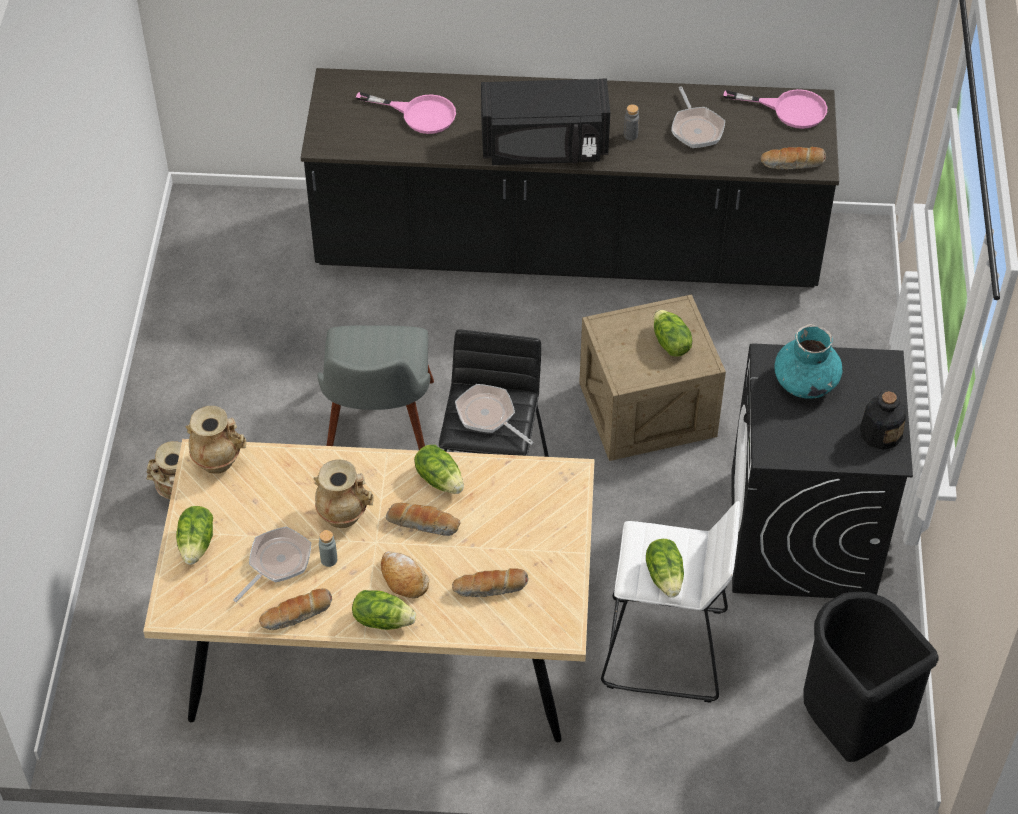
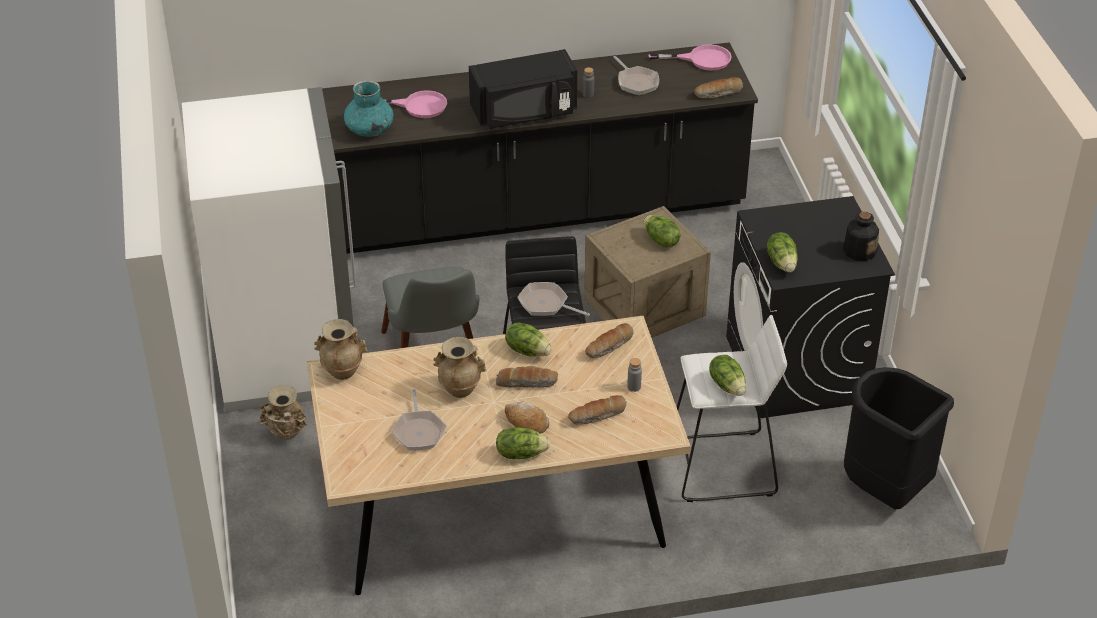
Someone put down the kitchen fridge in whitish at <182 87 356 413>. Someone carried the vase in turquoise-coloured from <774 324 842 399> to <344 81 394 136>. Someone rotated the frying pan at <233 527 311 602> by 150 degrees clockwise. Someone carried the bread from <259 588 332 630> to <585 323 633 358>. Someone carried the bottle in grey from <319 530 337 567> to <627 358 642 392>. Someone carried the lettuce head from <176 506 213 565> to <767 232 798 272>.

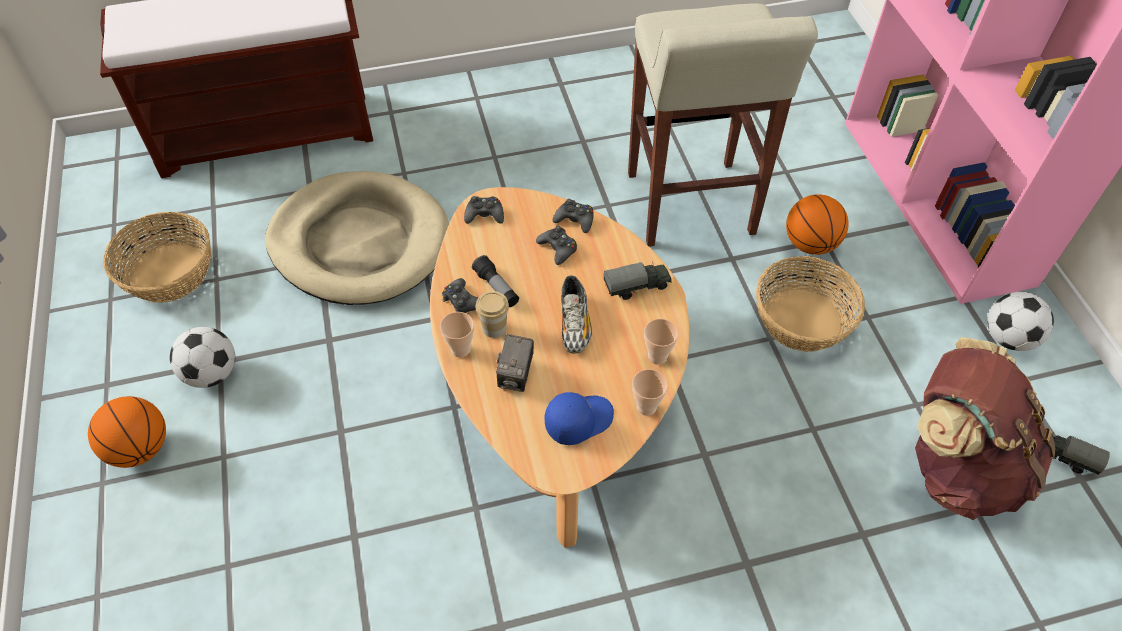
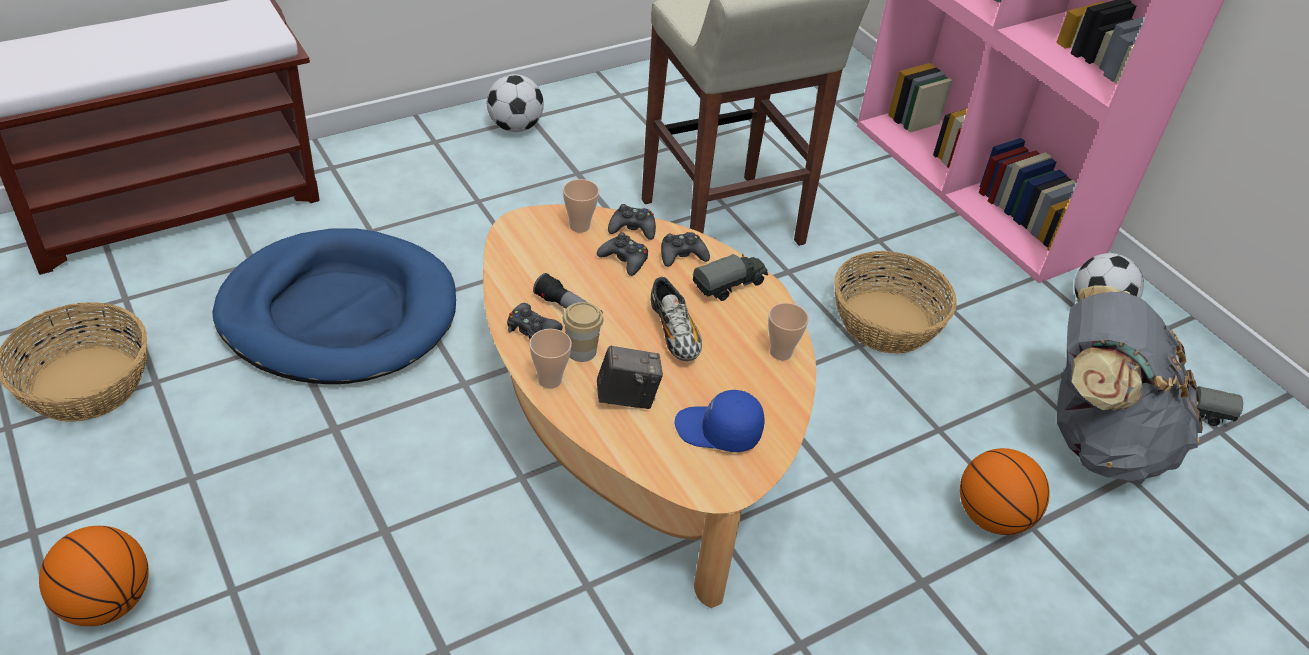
Someone repainted the dog cushion in sand-coloured at <265 171 449 305>, which became the dog cushion in bluish at <212 228 456 384>. Someone carried the football ball from <170 327 235 388> to <487 74 544 132>. Someone carried the small cup from <632 369 668 416> to <563 179 599 233>. Someone rotated the still camera at <496 334 534 392> by 90 degrees counterclockwise. Someone carried the game controller in black-coloured from <464 196 504 224> to <661 232 710 267>. Someone rotated the peaked cap in bluish at <544 392 614 445> by 120 degrees counterclockwise. Someone carried the basketball from <786 194 849 255> to <960 448 1050 535>. Someone repainted the rucksack in brown at <915 337 1055 520>, which became the rucksack in grey at <1057 286 1203 484>.

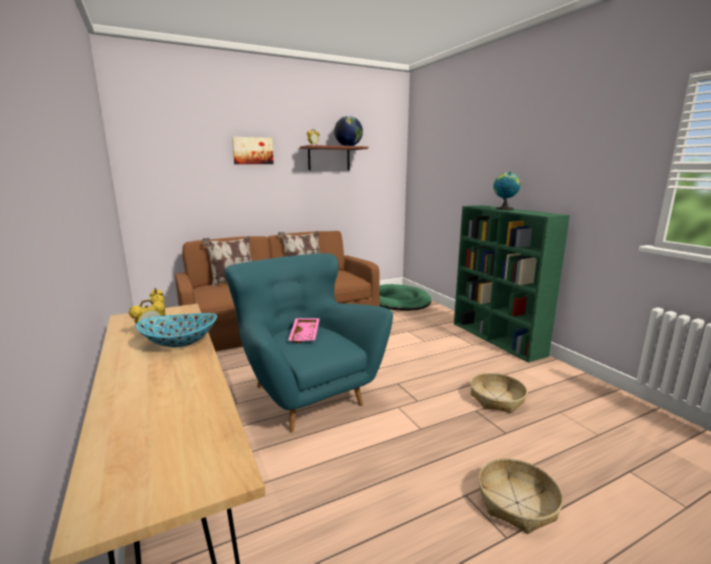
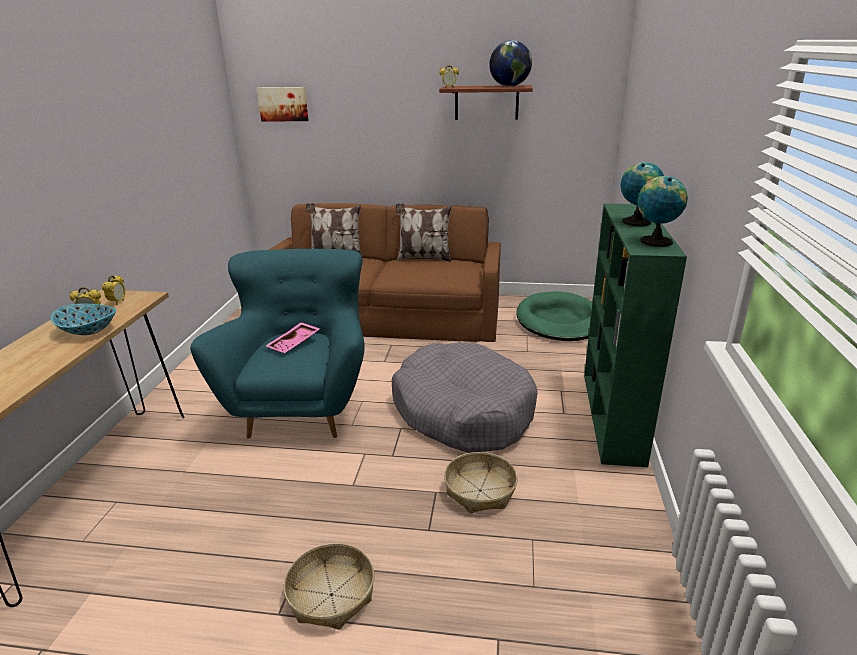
Someone carried the wall picture from <232 137 274 164> to <257 87 309 121>. Someone put down the dog cushion in grey at <392 342 538 453>. Someone put down the world globe at <637 176 688 247>.

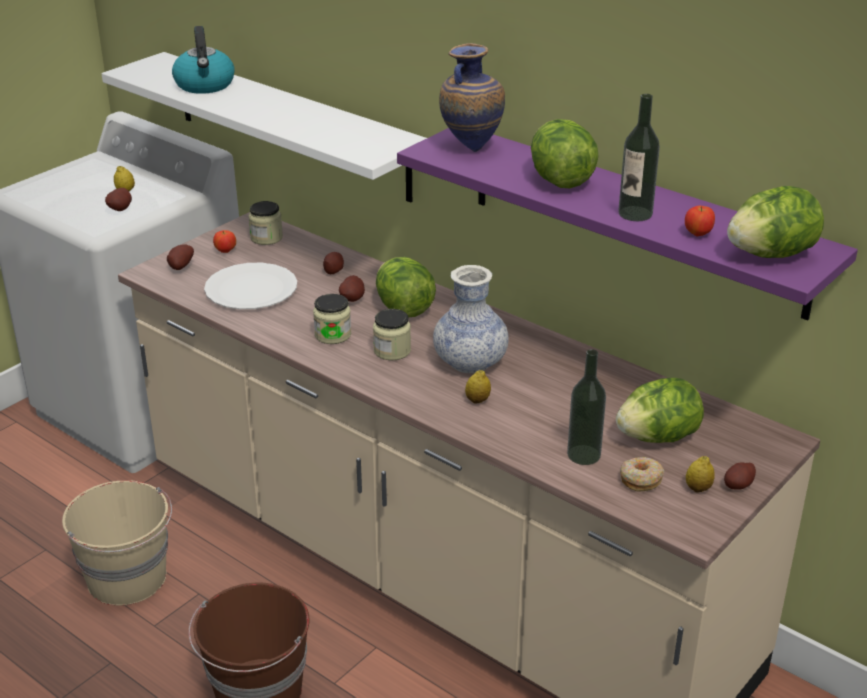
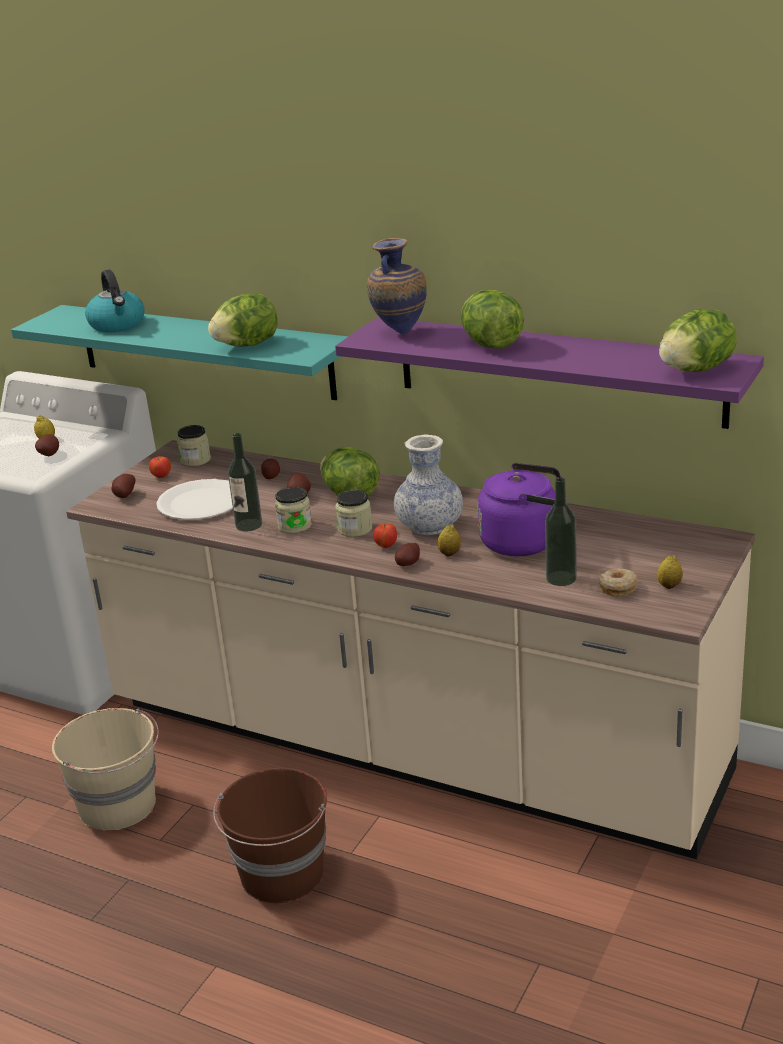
Someone repainted the shelf in whitish at <101 52 427 203>, which became the shelf in turquoise-coloured at <11 305 348 400>. Someone carried the lettuce head from <616 378 704 443> to <208 294 278 347>. Someone carried the bottle from <618 94 660 221> to <228 433 262 531>. Someone carried the whole apple from <685 206 715 236> to <373 523 397 548>. Someone carried the spud from <724 463 756 489> to <395 543 420 566>. Someone put down the kettle in purplish at <477 463 567 556>.

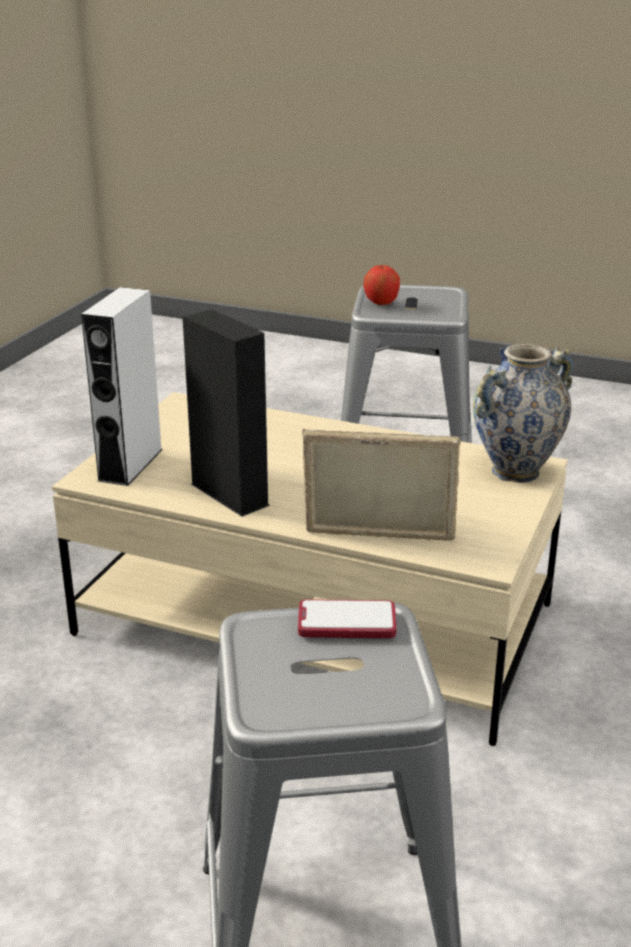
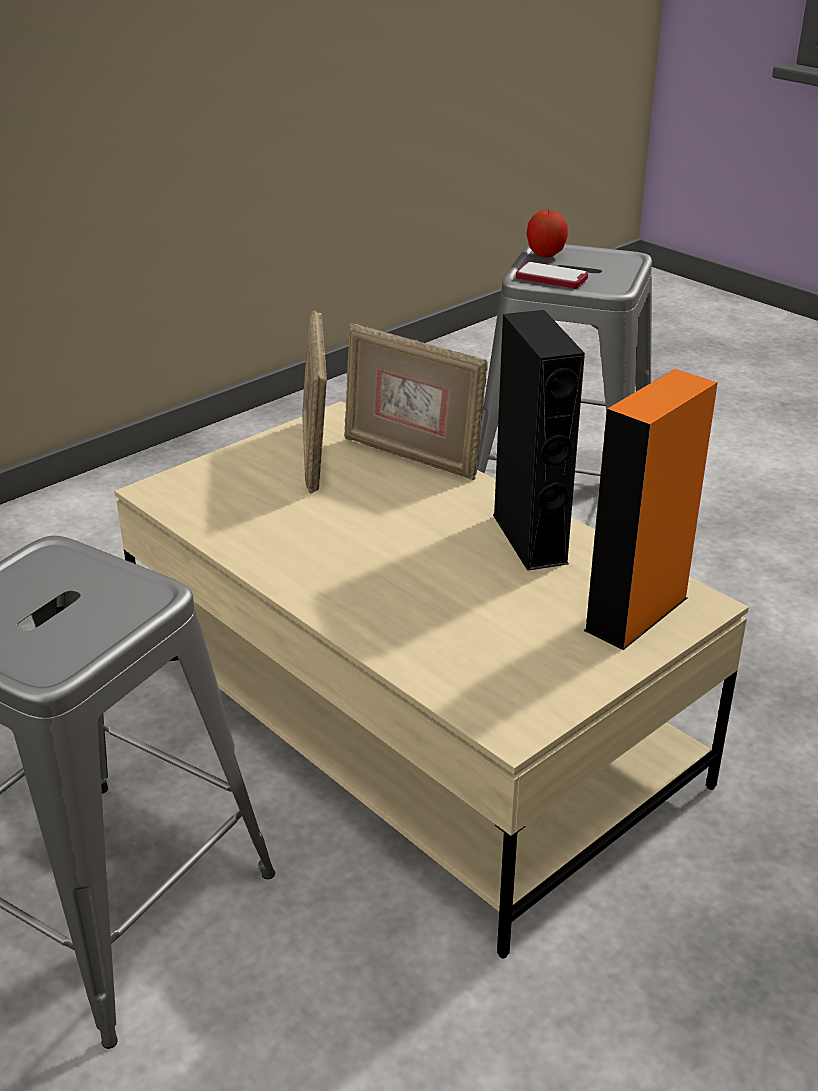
Someone put down the standing frame at <302 310 327 493>. Someone carried the whole apple from <363 264 400 305> to <526 209 568 258>. Someone repainted the speaker in grey at <81 287 163 486>, which became the speaker in orange at <583 369 718 650>. Someone took away the vase at <473 344 573 483>.

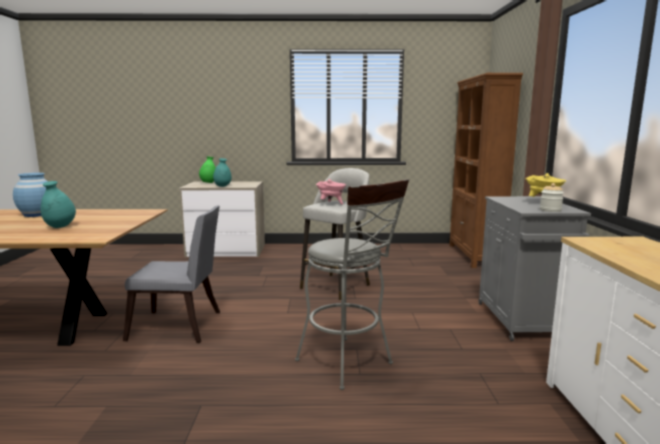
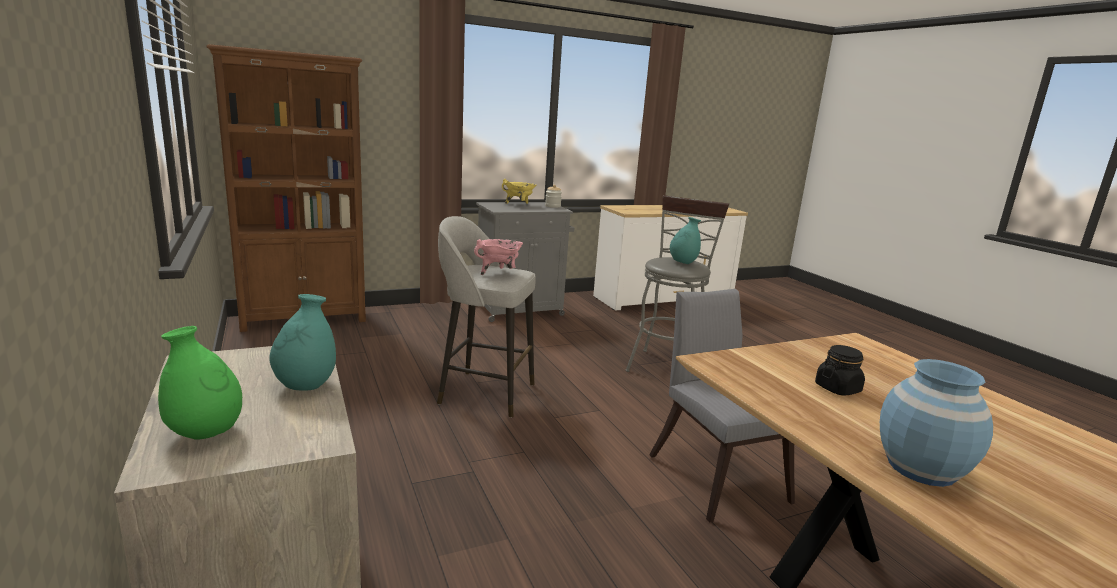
Someone carried the vase in turquoise-coloured from <41 181 76 228> to <670 217 701 264>. Someone put down the preserve jar in black-coloured at <815 345 865 396>.

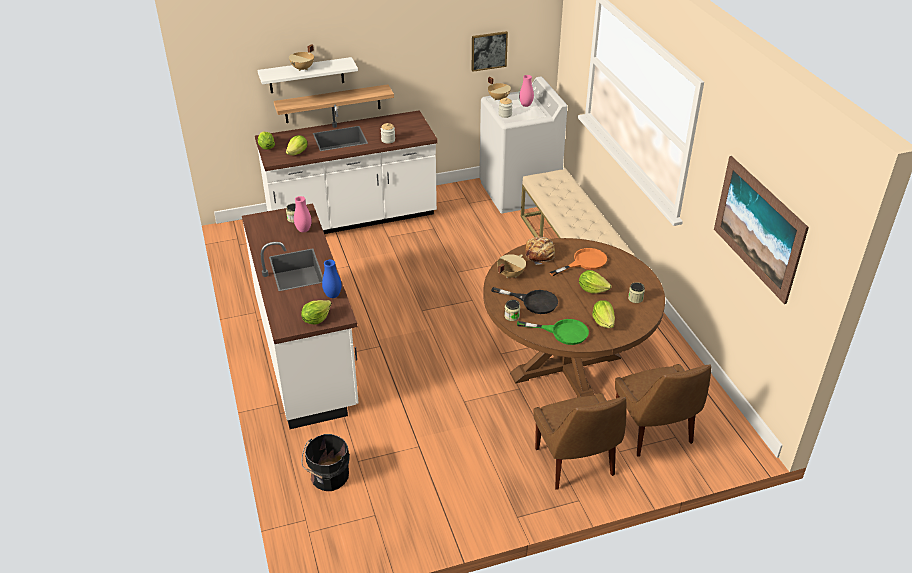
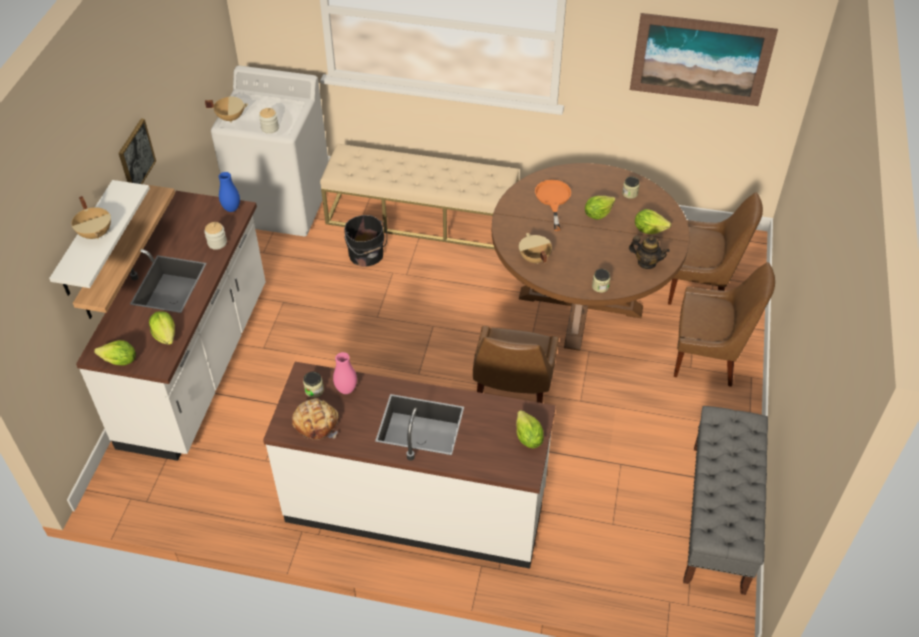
Someone carried the wall picture from <472 31 508 72> to <119 119 156 184>. Someone carried the vase in bluish from <322 260 342 298> to <219 172 240 212>. Someone carried the bread from <525 237 555 265> to <292 398 339 440>. Someone carried the pail in black-coloured from <302 434 350 491> to <344 215 387 267>. Someone put down the upright chair in brown at <473 326 559 403>. Someone swapped the frying pan in green-coloured at <517 319 589 345> for the teapot at <629 236 670 269>. Someone put down the bench in grey at <683 406 768 595>. Someone took away the frying pan in black-coloured at <491 287 558 314>. Someone took away the vase in pink at <519 75 534 107>.

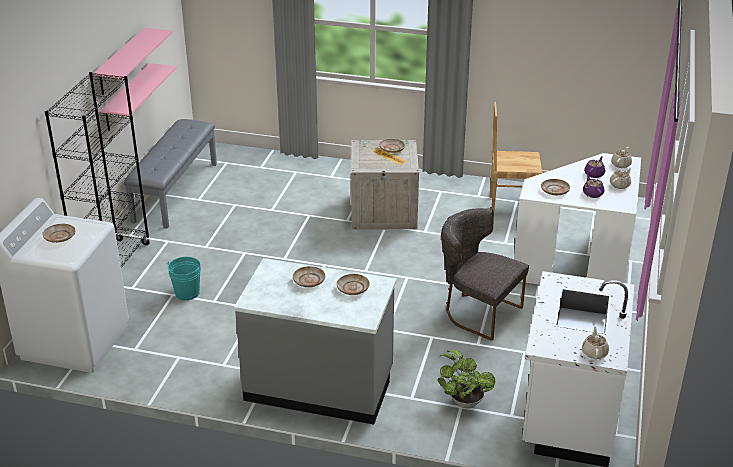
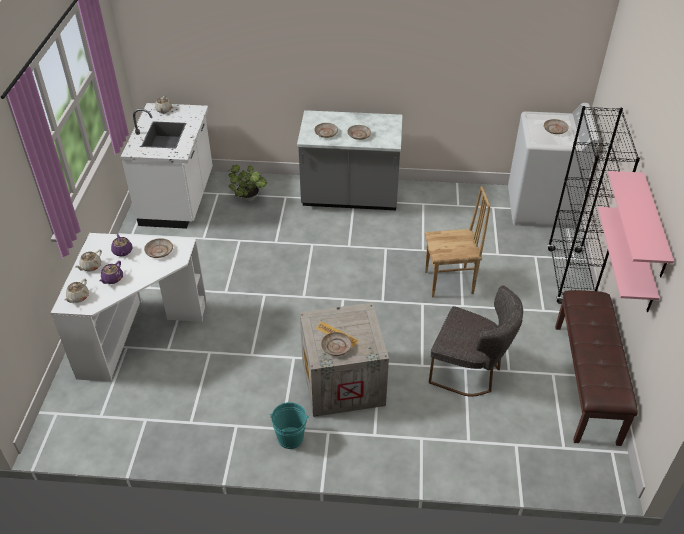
Someone carried the pail in turquoise-coloured from <166 257 201 300> to <269 402 309 449>. Someone carried the upright chair in brown from <490 102 542 212> to <425 186 491 298>. Someone carried the upright chair in grey from <441 208 529 341> to <429 285 523 397>. Someone repainted the bench in grey at <124 119 217 229>, which became the bench in brown at <555 290 638 446>.

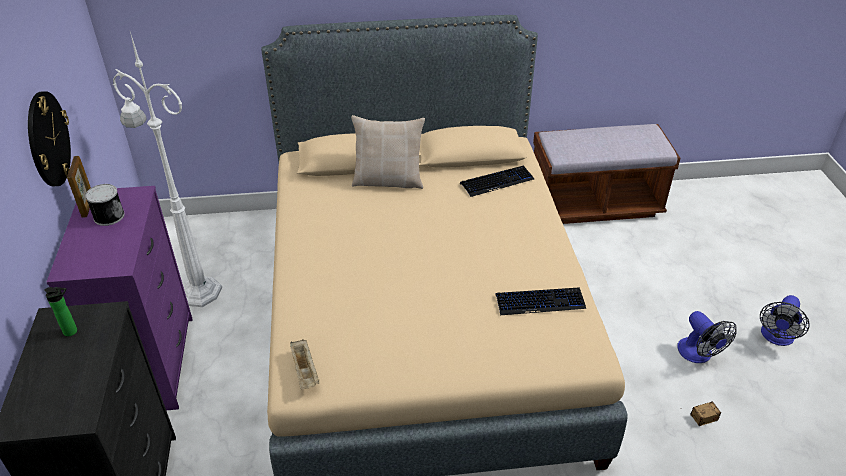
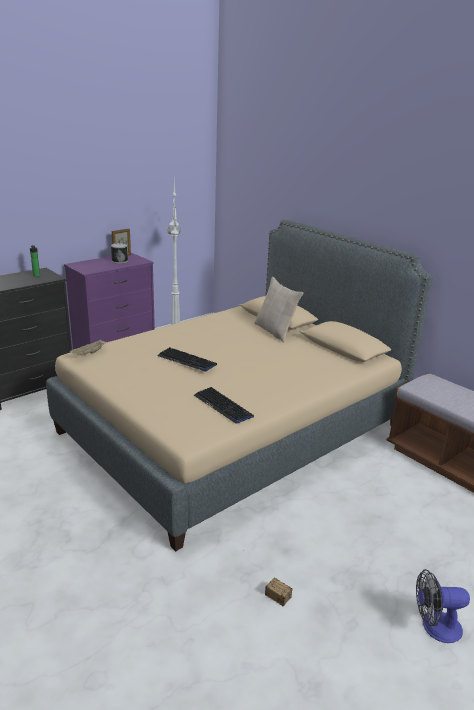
Someone carried the computer keyboard from <460 166 534 197> to <157 347 217 372>. Someone took away the wall clock at <28 91 71 186>. Someone took away the cooling fan at <677 311 737 363>.

